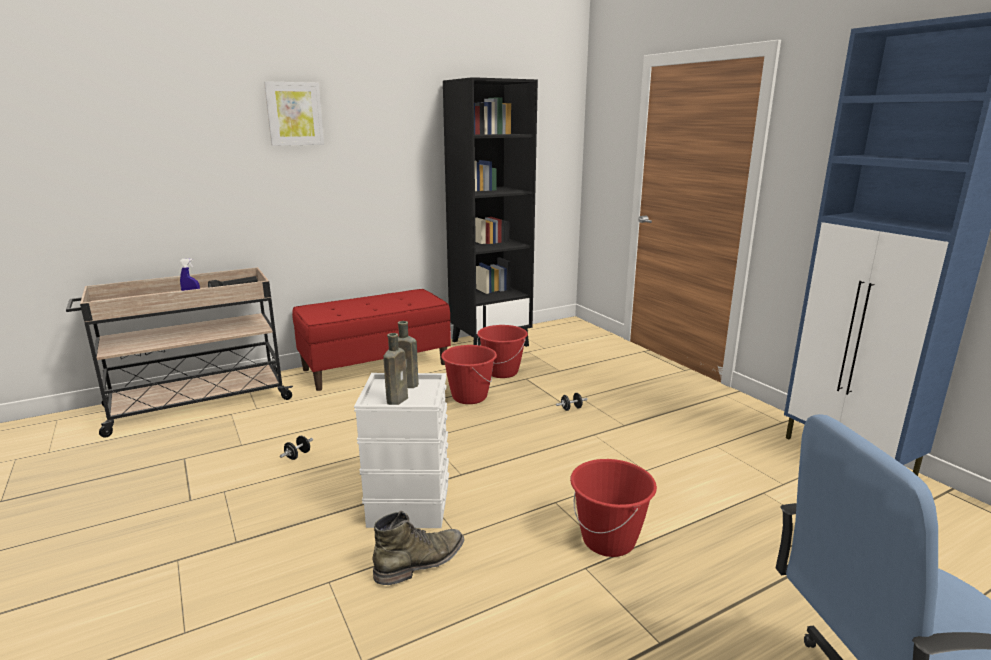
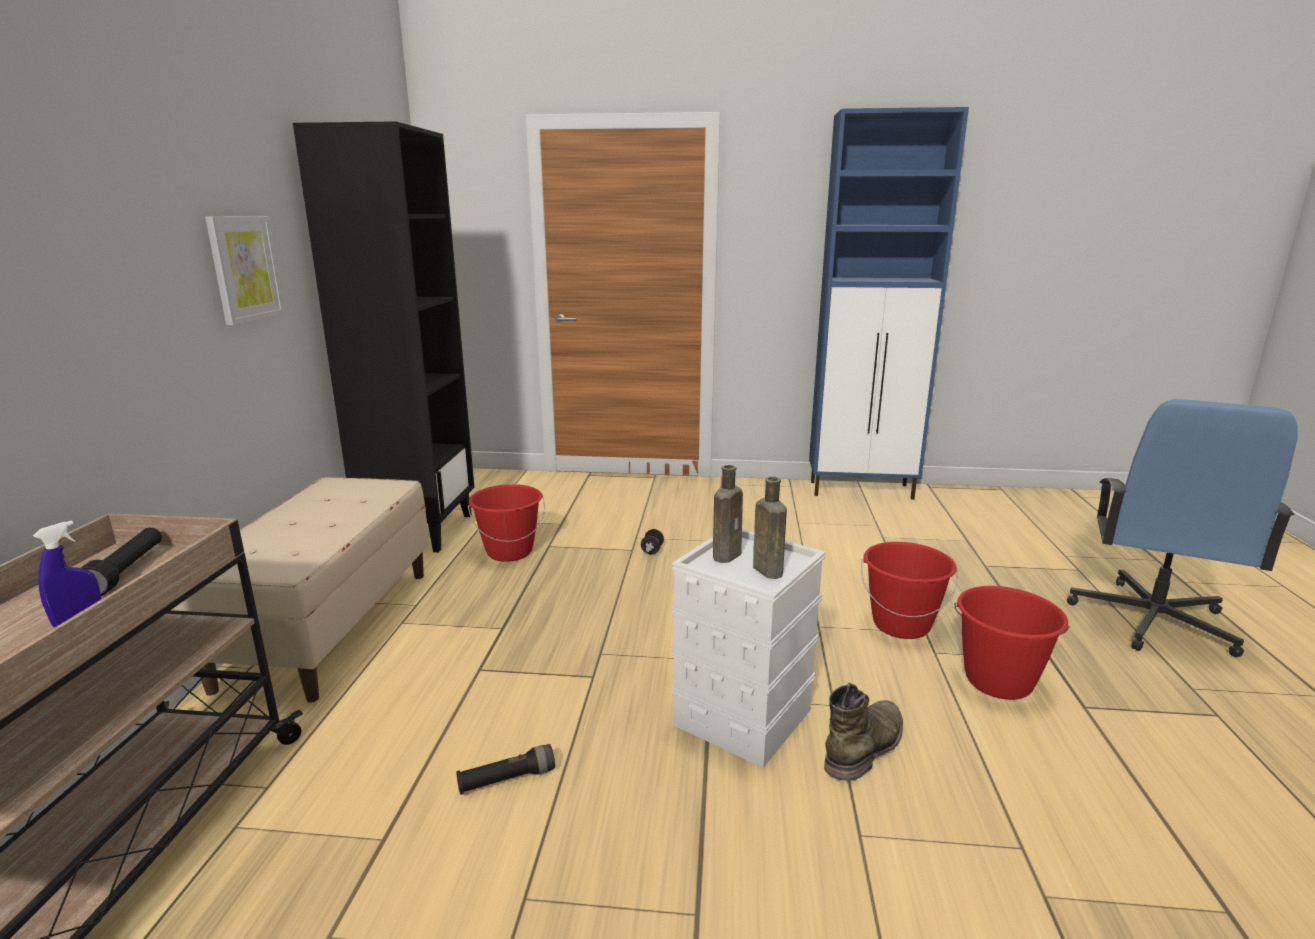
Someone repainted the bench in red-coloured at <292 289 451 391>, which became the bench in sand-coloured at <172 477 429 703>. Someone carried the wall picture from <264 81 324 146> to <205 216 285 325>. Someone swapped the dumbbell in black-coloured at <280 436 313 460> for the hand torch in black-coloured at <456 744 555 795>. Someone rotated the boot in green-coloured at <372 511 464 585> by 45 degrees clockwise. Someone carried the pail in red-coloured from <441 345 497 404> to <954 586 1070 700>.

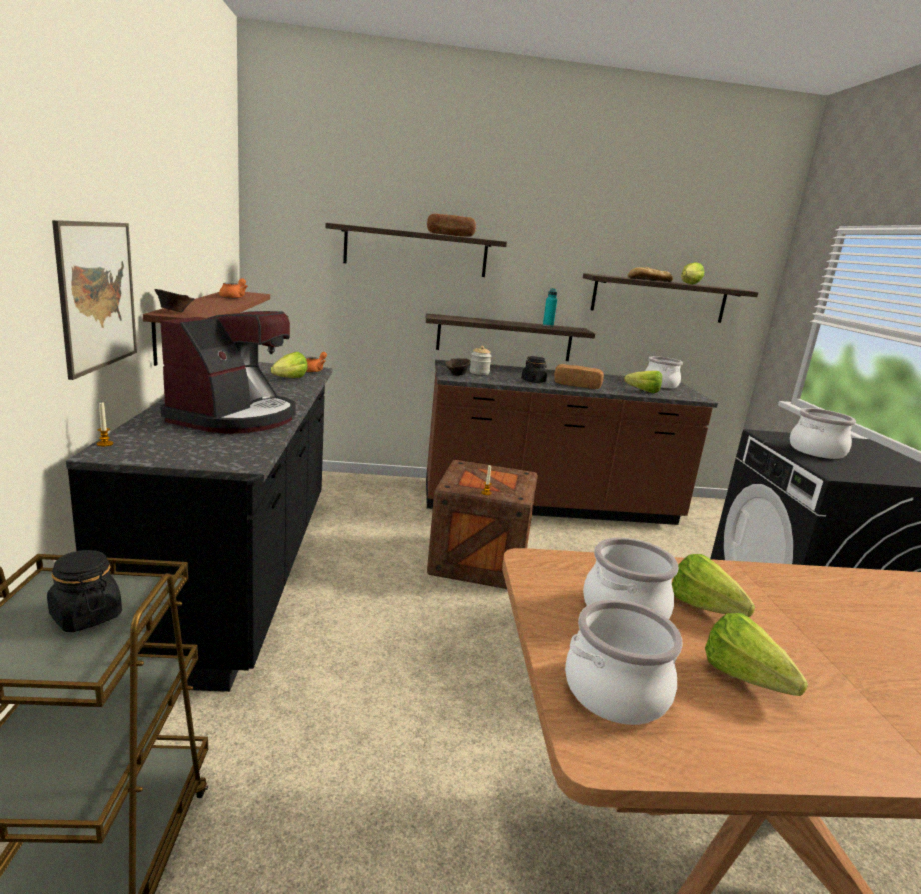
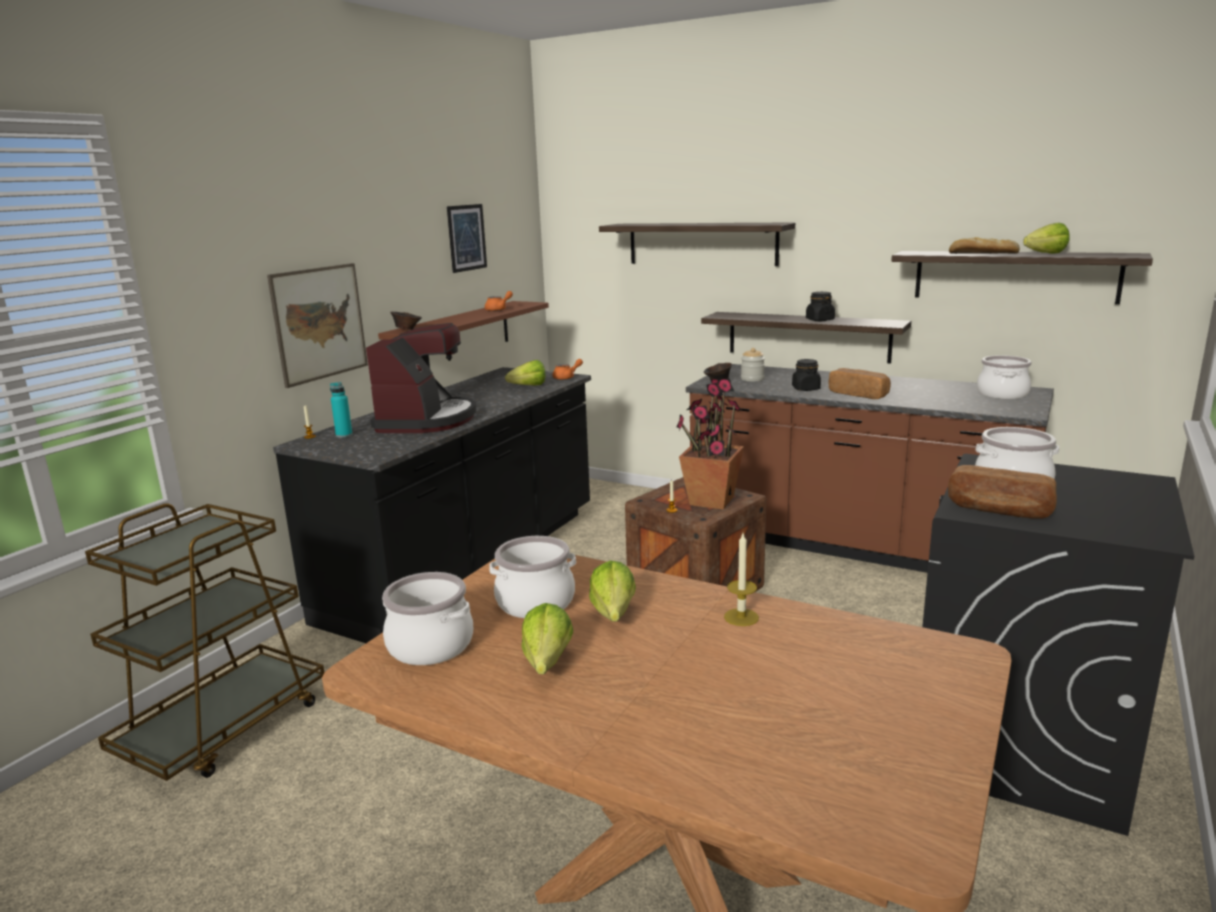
Someone carried the bottle in turquoise-coloured from <543 288 557 327> to <330 382 352 438>. Someone rotated the coffee brewer at <160 311 296 433> by 45 degrees counterclockwise. Someone put up the wall picture at <447 204 487 273>. Someone put down the potted plant at <677 378 744 510>. Someone put down the wax light at <724 533 759 626>. Someone carried the preserve jar in black-coloured from <47 550 122 632> to <806 292 835 321>. Someone carried the bread from <427 214 476 237> to <948 465 1057 519>. Someone took away the lettuce head at <624 371 662 393>.

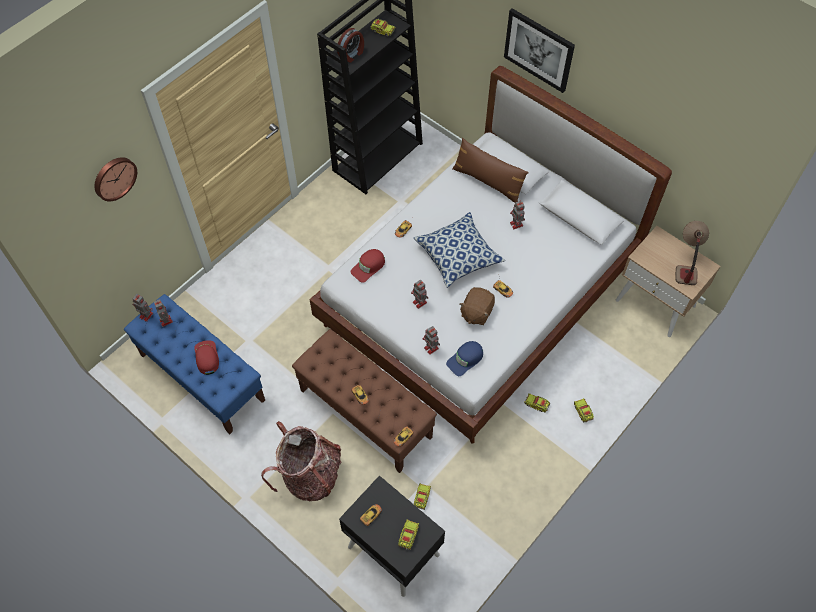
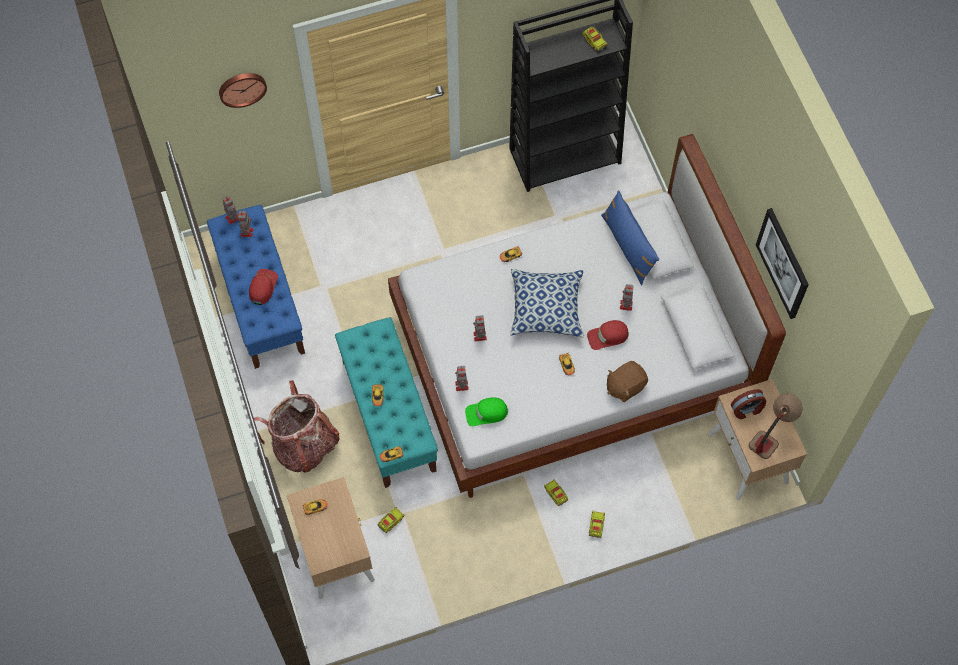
Someone repainted the nightstand in black-coloured at <339 476 445 597>, which became the nightstand in sand-coloured at <287 477 375 599>. Someone repainted the bench in brown at <292 329 437 473>, which became the bench in turquoise-coloured at <335 317 438 488>. Someone repainted the peaked cap in bluish at <446 341 483 376>, which became the peaked cap in green-coloured at <465 397 508 426>. Someone carried the peaked cap in red-coloured from <350 249 385 282> to <587 320 629 350>. Someone repainted the throw pillow in brown at <452 138 529 203>, which became the throw pillow in bluish at <601 190 659 285>. Someone carried the soft toy in brown from <460 287 495 325> to <607 361 648 402>. Someone carried the table clock from <337 28 364 63> to <731 389 766 419>. Someone carried the wall picture from <504 8 575 93> to <756 208 809 319>. Someone took away the toy lorry at <398 519 419 550>.

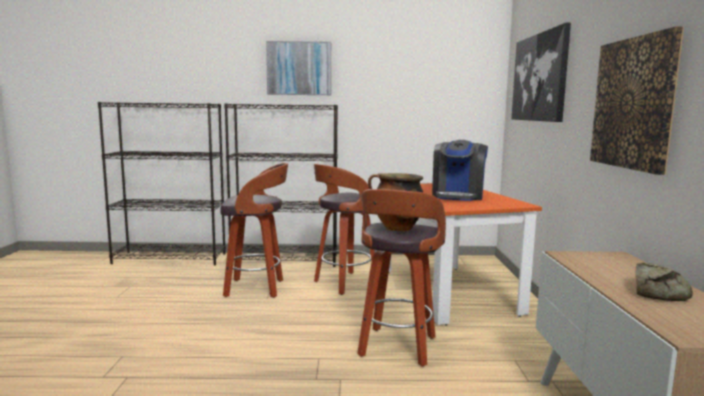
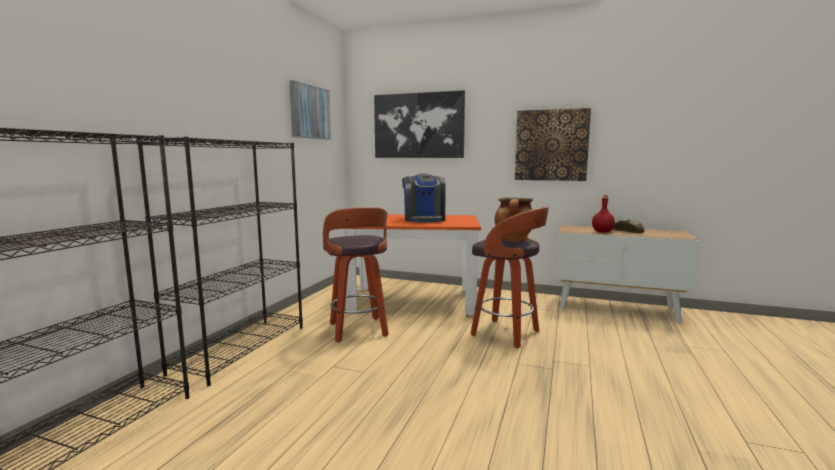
Someone carried the wall picture from <266 41 331 95> to <289 80 331 140>. Someone rotated the coffee brewer at <432 140 488 201> by 45 degrees clockwise. Someone put down the bottle in red-coloured at <592 195 615 233>. Someone took away the sitting stool at <220 163 288 298>.

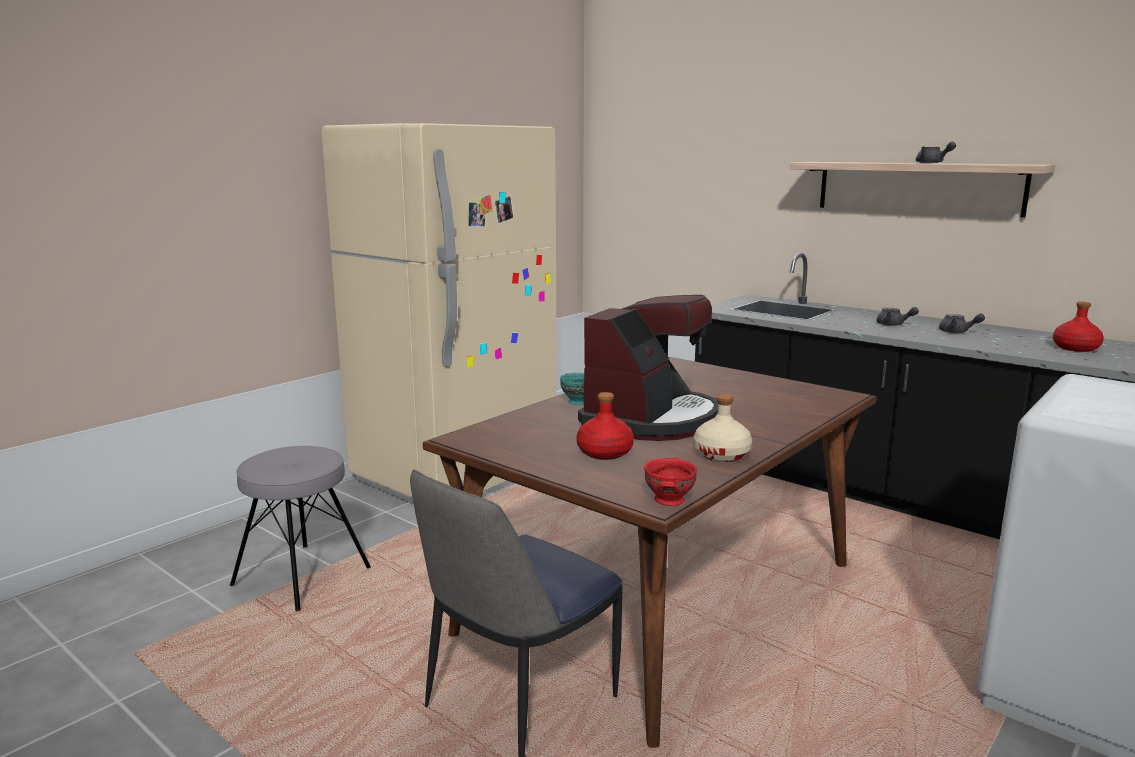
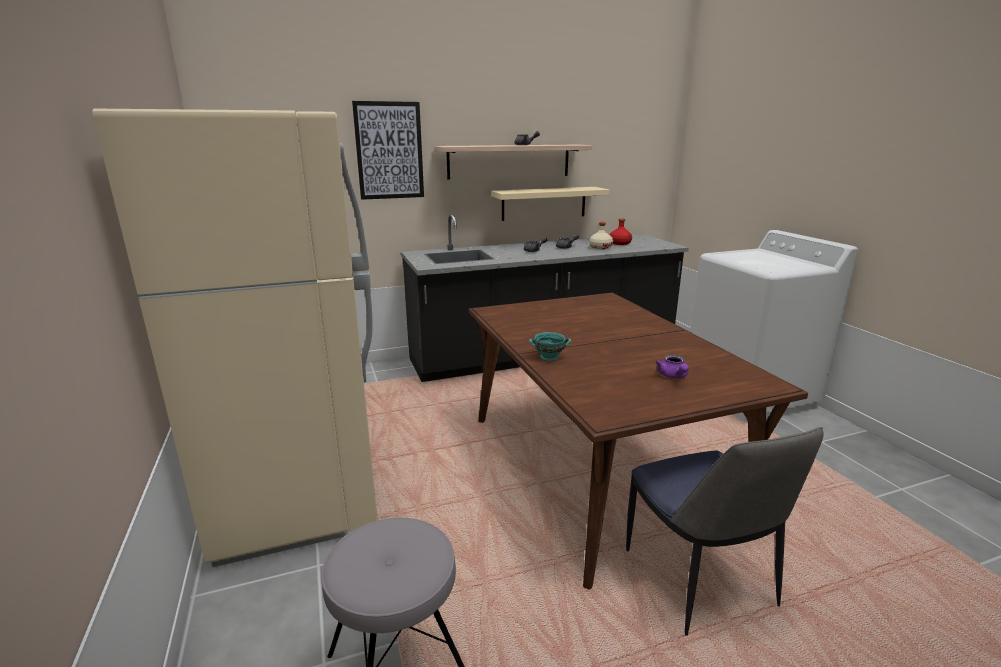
Someone put up the wall picture at <352 101 424 200>. Someone put up the shelf in sand-coloured at <491 187 610 221>. Someone carried the bottle in sand-coloured from <694 394 752 462> to <589 222 613 249>. Someone swapped the bottle in red-coloured at <577 392 634 460> for the teapot in purplish at <655 355 689 379>. Someone took away the coffee brewer at <578 295 718 441>. Someone took away the serving bowl in red-coloured at <644 457 697 506>.

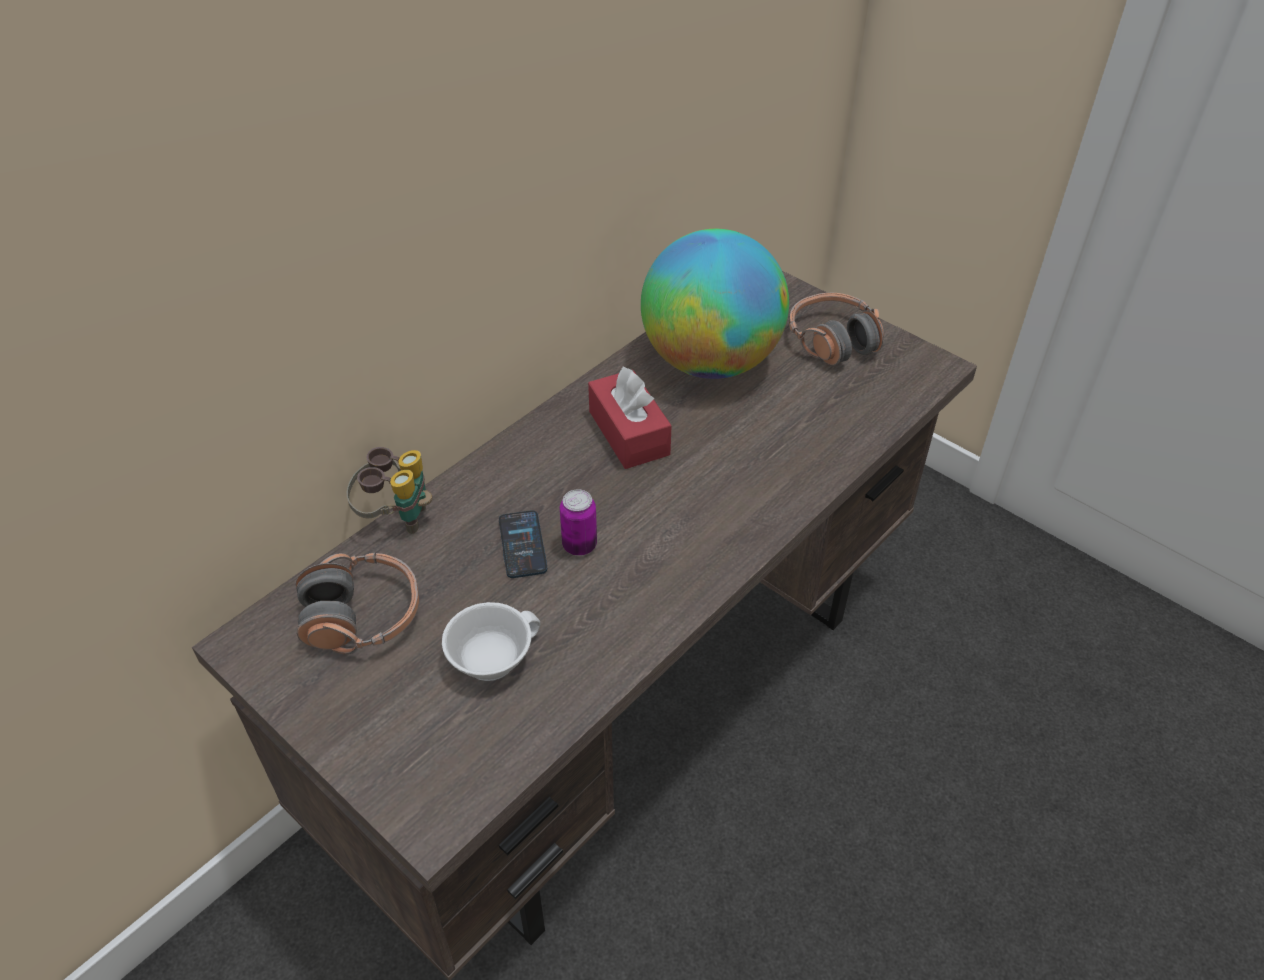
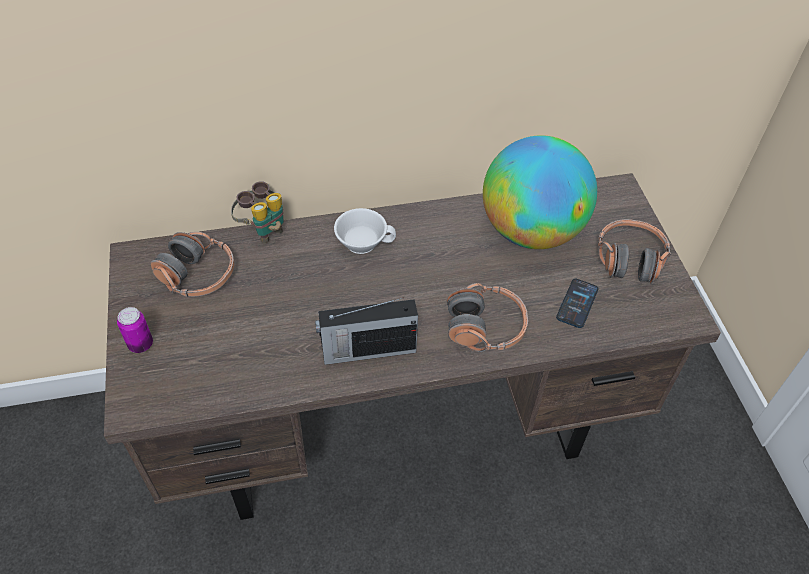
Someone carried the can from <560 489 597 556> to <117 307 153 353>. Someone put down the radio set at <315 297 418 365>. Someone carried the small cup in whitish from <442 602 541 681> to <334 208 396 254>. Someone put down the headphones at <447 283 528 352>. Someone carried the telephone from <499 510 547 578> to <556 279 598 328>. Someone took away the tissue holder in red-coloured at <588 367 672 469>.

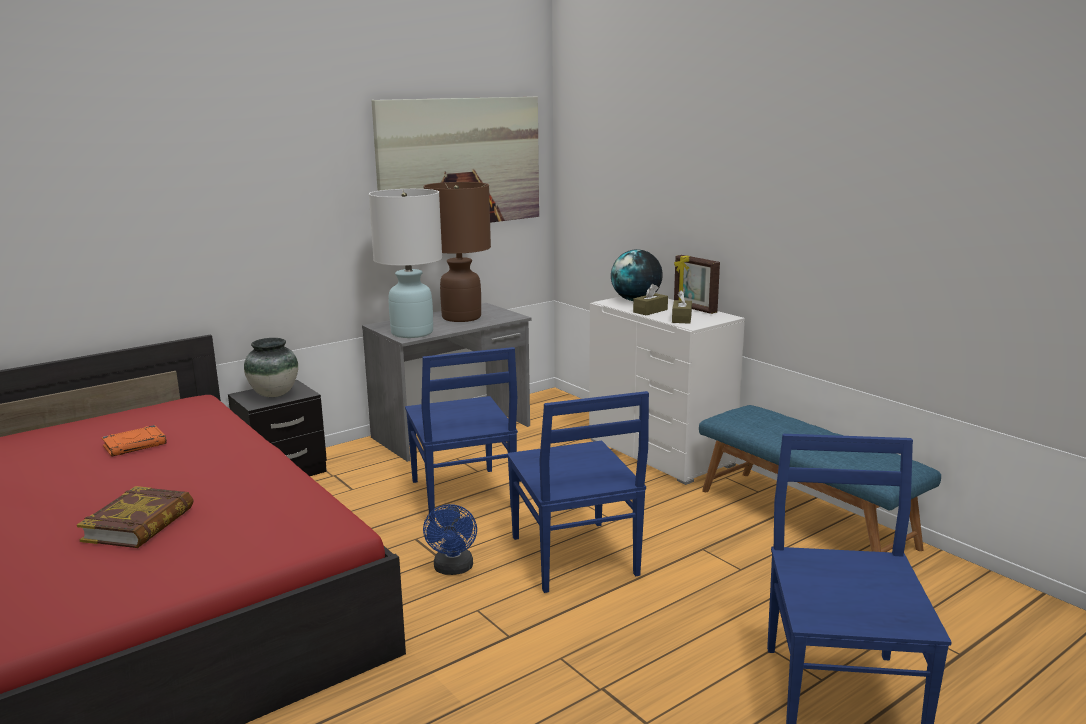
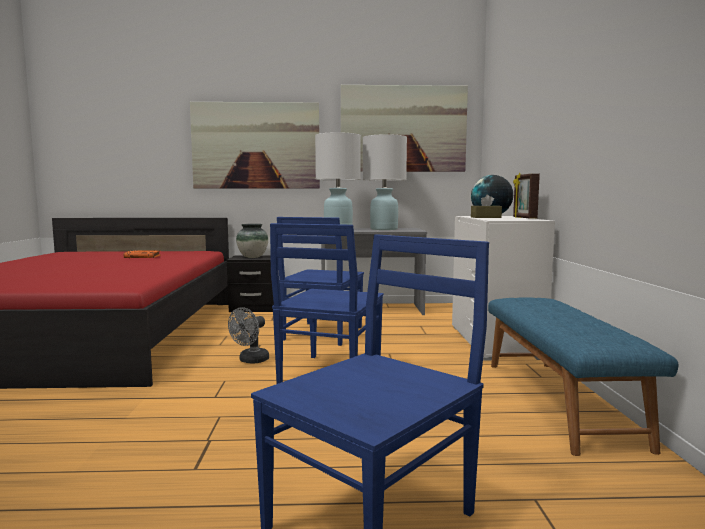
Someone put up the wall picture at <190 102 320 189>. Someone repainted the cooling fan in bluish at <423 504 477 575>, which became the cooling fan in grey at <228 307 269 363>. Someone repainted the table lamp in brown at <423 182 491 322>, which became the table lamp in whitish at <363 134 407 230>. Someone took away the bound book at <77 486 194 548>. Someone took away the tissue holder in brown at <672 290 692 324>.

